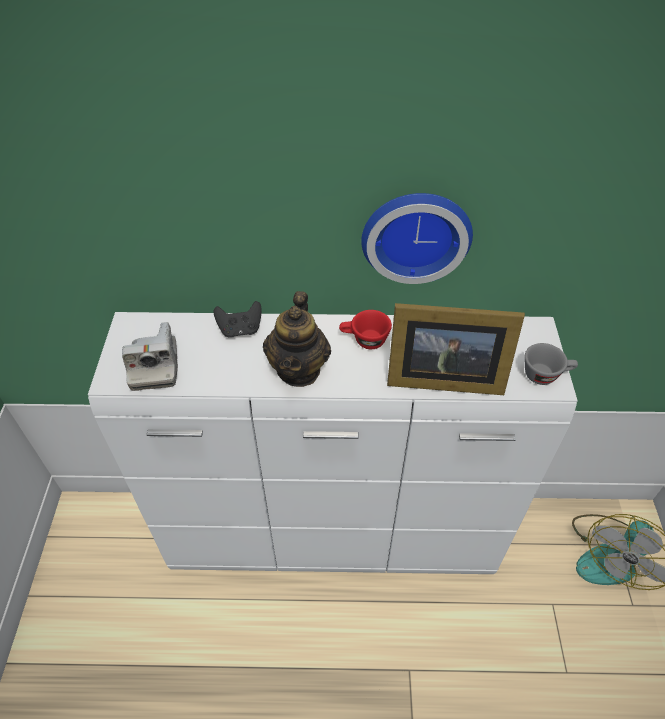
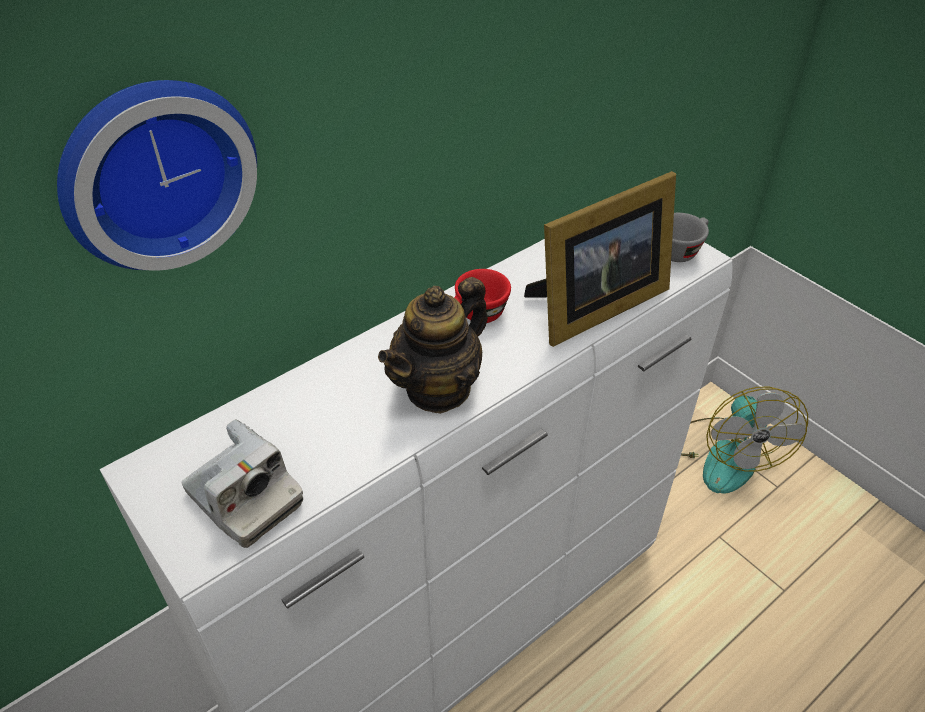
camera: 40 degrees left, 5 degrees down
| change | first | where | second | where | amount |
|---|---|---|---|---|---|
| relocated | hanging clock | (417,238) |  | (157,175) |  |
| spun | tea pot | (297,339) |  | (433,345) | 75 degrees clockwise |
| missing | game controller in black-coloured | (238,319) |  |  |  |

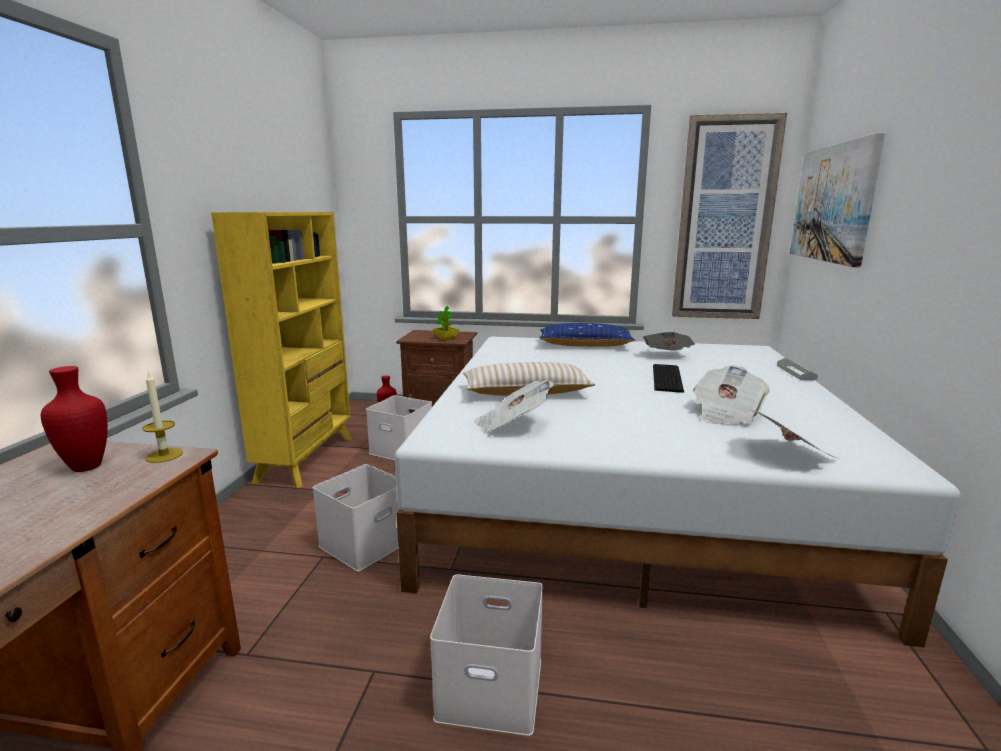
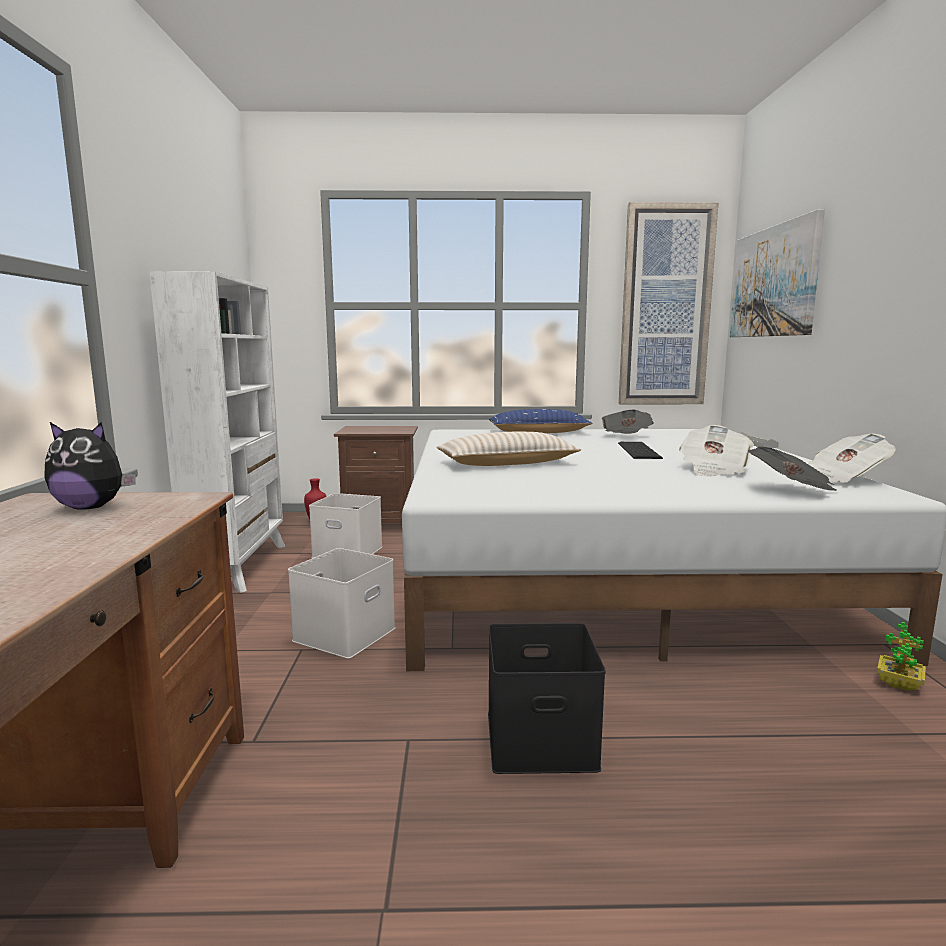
camera: 10 degrees left, 5 degrees down
| change | first | where | second | where | amount |
|---|---|---|---|---|---|
| exchanged | decorative vase in reddish | (74,419) | soft toy | (90,466) |  |
| colour | bookshelf in yellow | (281,350) | bookshelf in white | (217,432) |  |
| colour | storage bin in white | (486,655) | storage bin in black-coloured | (547,698) |  |
| relocated | newspaper | (514,406) |  | (852,458) |  |
| relocated | potted plant | (446,323) |  | (901,656) |  |
| missing | wax candle | (162,417) |  |  |  |

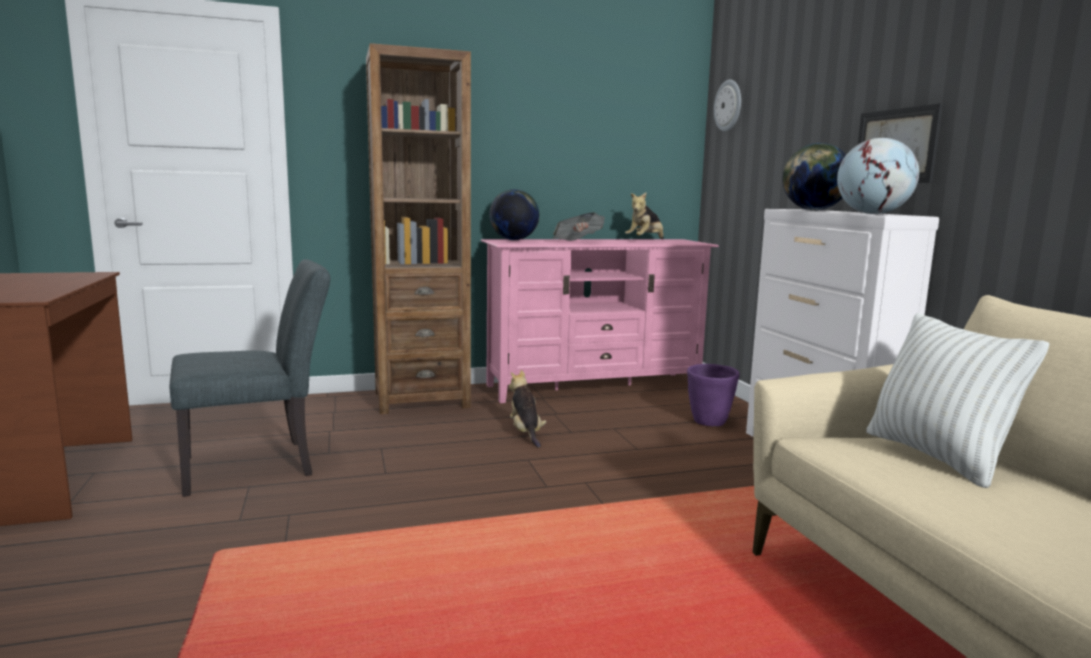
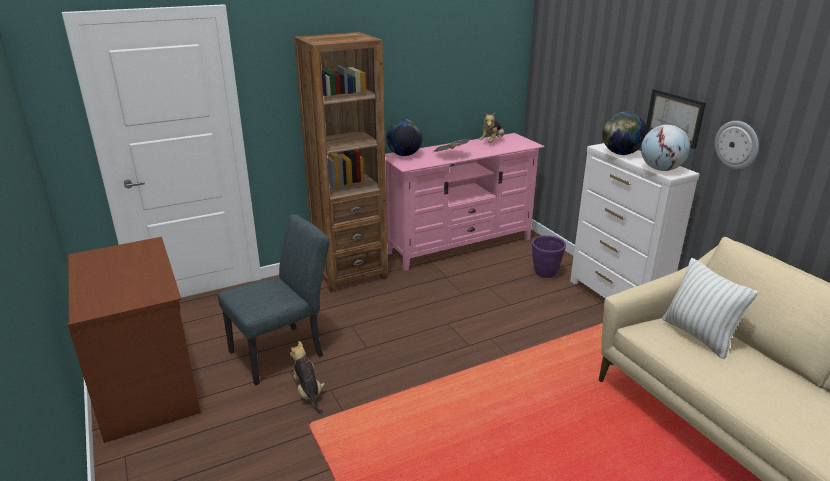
camera: 10 degrees left, 15 degrees up
| change | first | where | second | where | amount |
|---|---|---|---|---|---|
| relocated | soft toy | (527,409) |  | (307,377) |  |
| relocated | hanging clock | (727,105) |  | (736,145) |  |

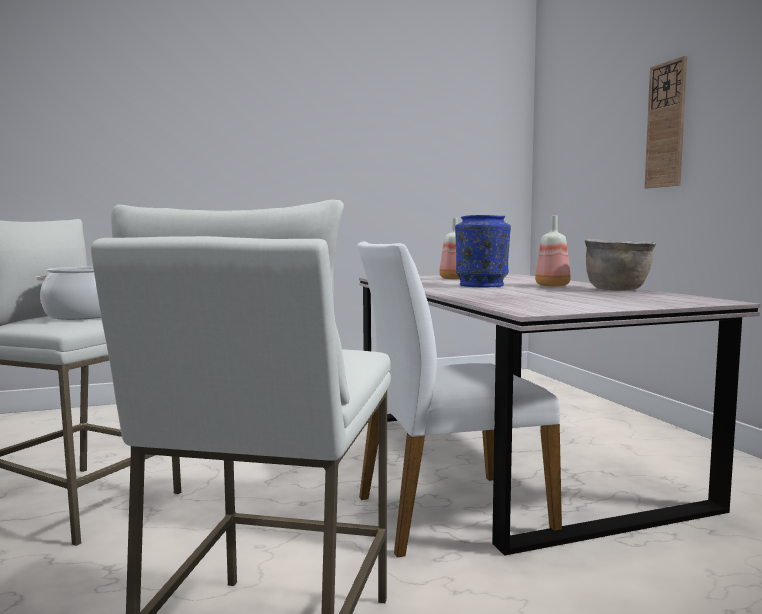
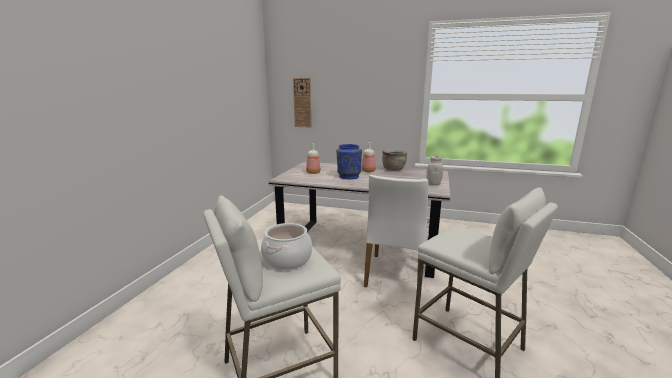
camera: 55 degrees left, 10 degrees up
| change | first | where | second | where | amount |
|---|---|---|---|---|---|
| relocated | hanging clock | (666,122) |  | (302,103) |  |
| appeared |  |  | storage jar in white | (435,171) |  |

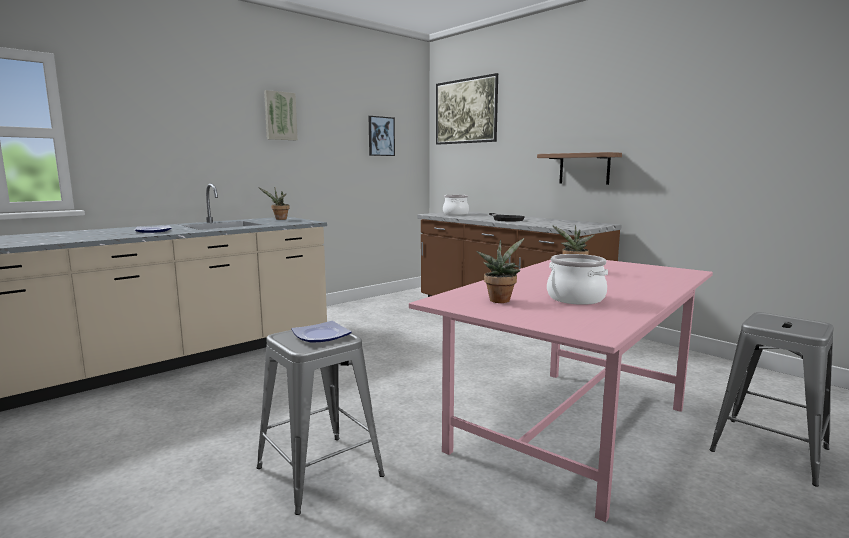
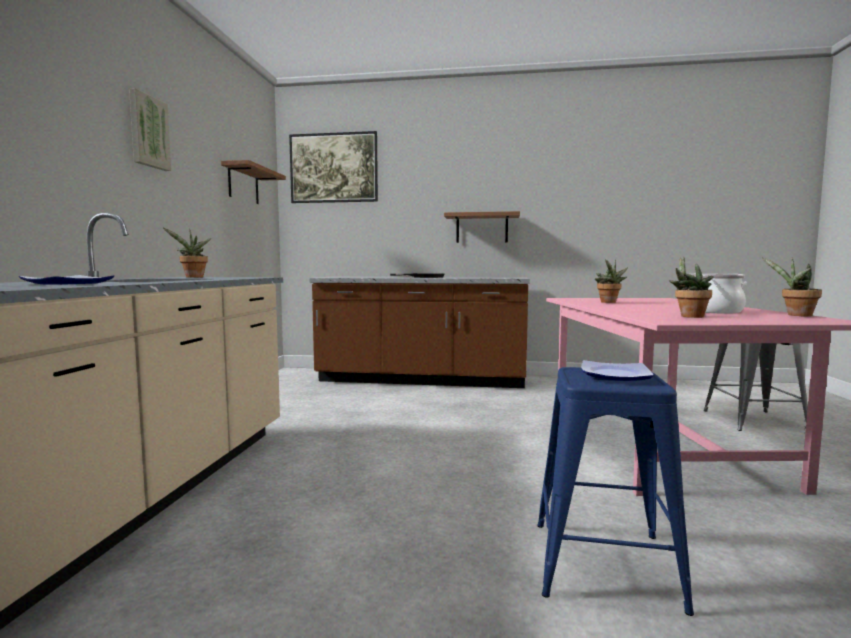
camera: 40 degrees left, 5 degrees down
| change | first | where | second | where | amount |
|---|---|---|---|---|---|
| exchanged | wall art | (382,136) | wall shelf | (253,182) |  |
| colour | stool in grey | (321,422) | stool in blue-coloured | (615,491) |  |
| appeared |  |  | potted plant | (792,287) |  |
| missing | cooking pot | (456,205) |  |  |  |

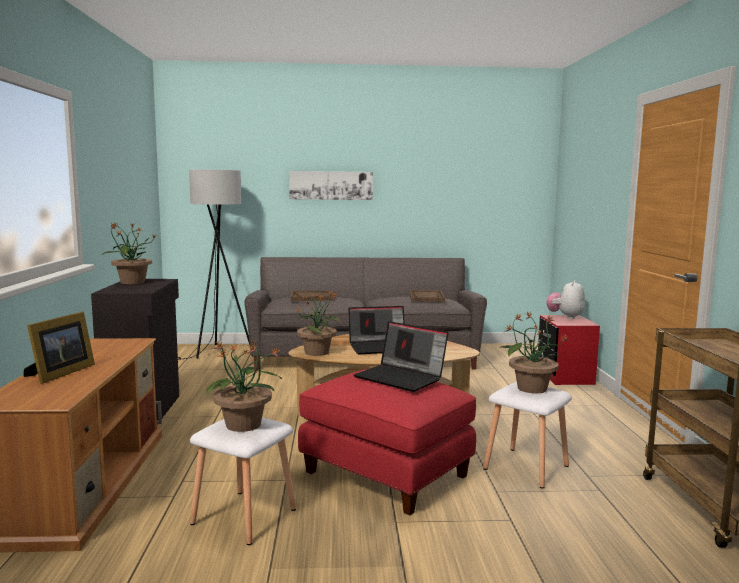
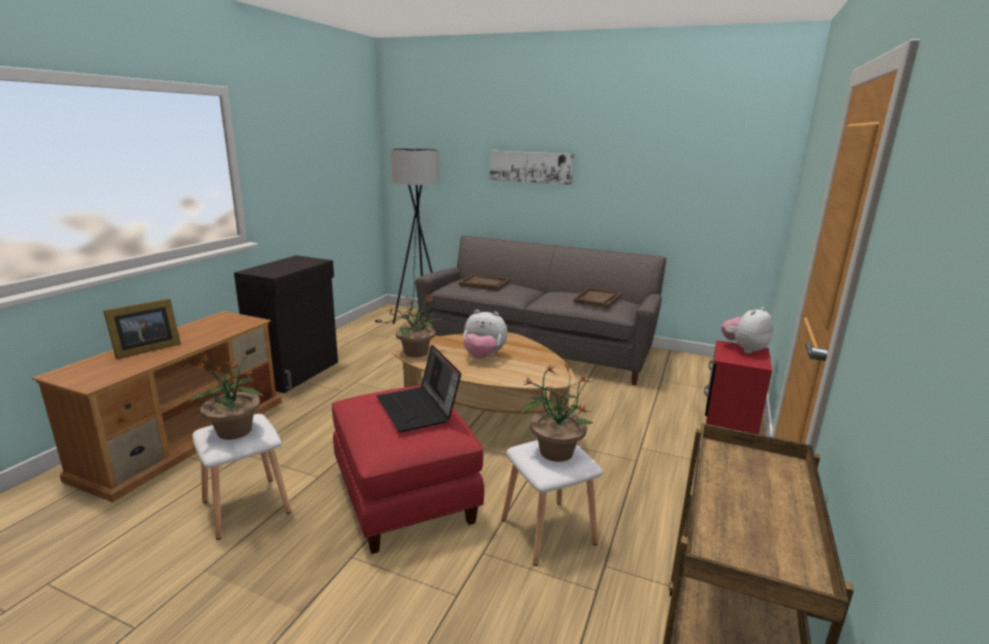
camera: 25 degrees right, 10 degrees up
| change | first | where | second | where | amount |
|---|---|---|---|---|---|
| exchanged | laptop | (376,330) | soft toy | (485,334) |  |
| missing | potted plant | (129,253) |  |  |  |

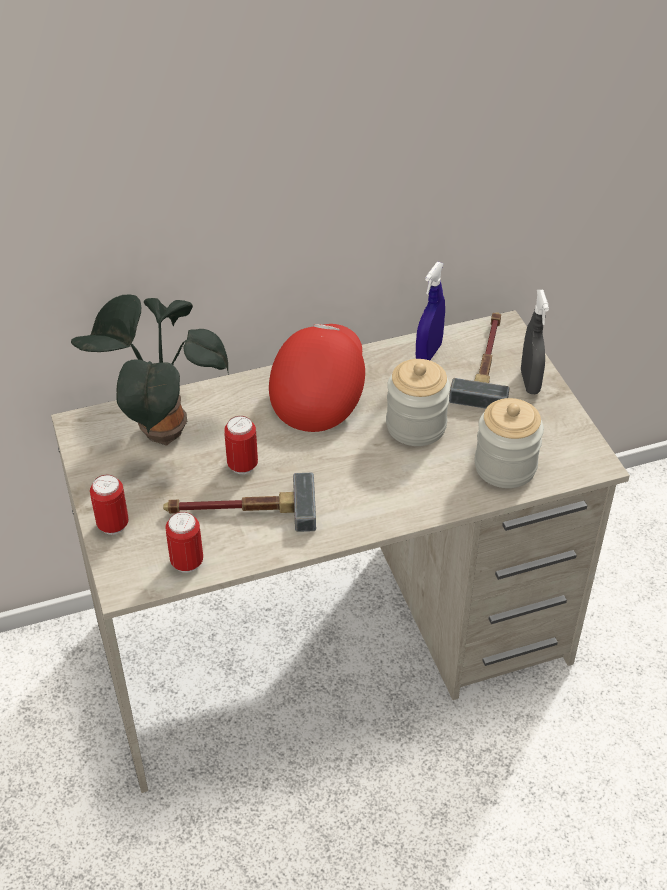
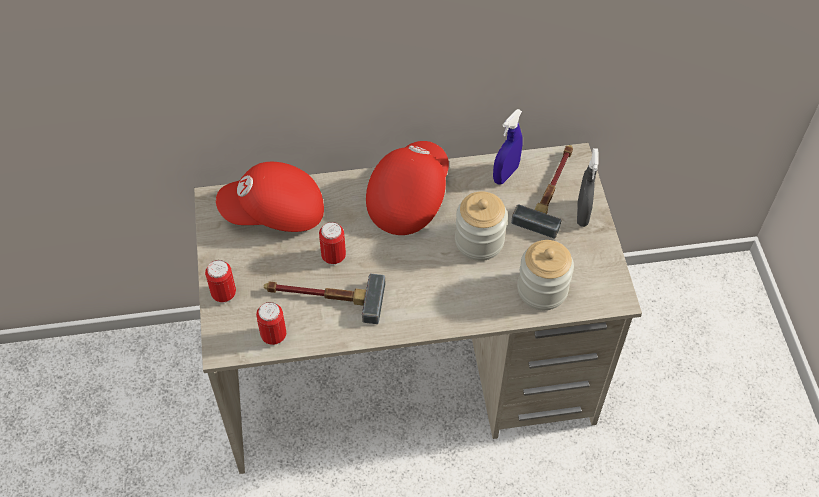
camera: 10 degrees right, 10 degrees up
| change | first | where | second | where | amount |
|---|---|---|---|---|---|
| exchanged | potted plant | (150,370) | peaked cap in reddish | (270,197) |  |

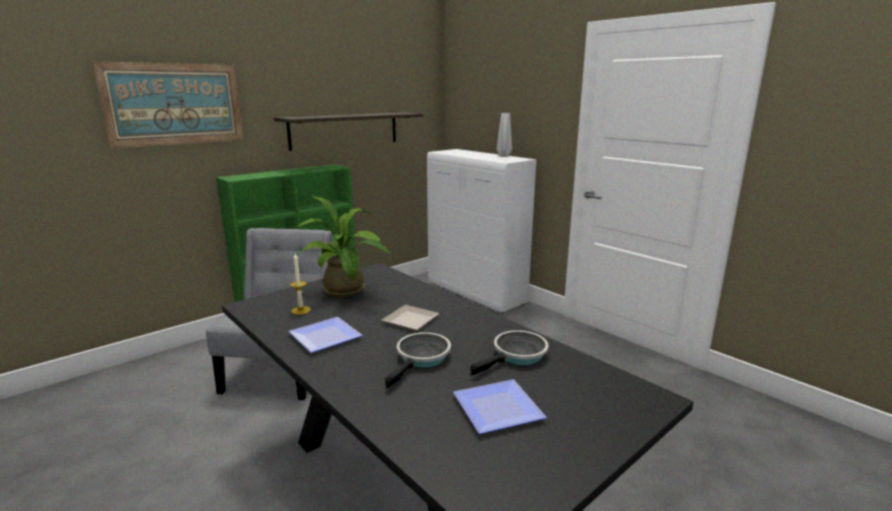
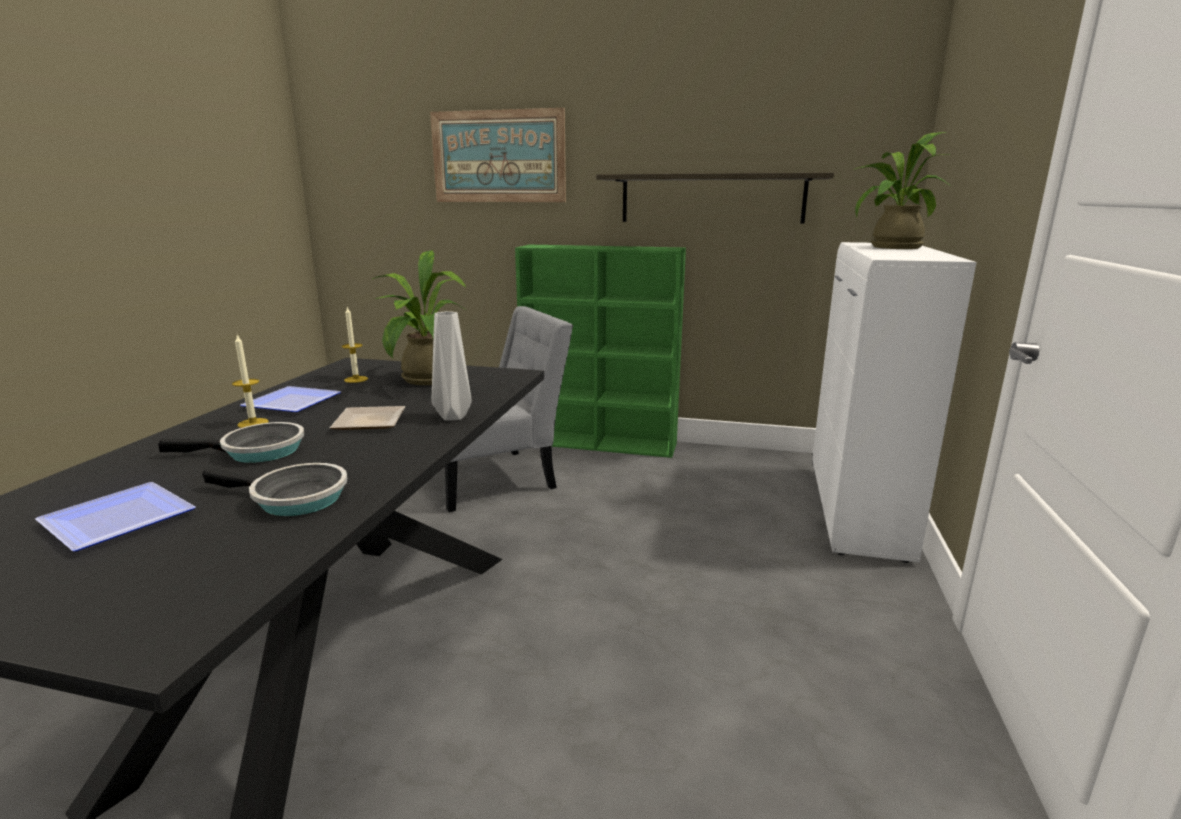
camera: 55 degrees right, 0 degrees up
| change | first | where | second | where | amount |
|---|---|---|---|---|---|
| appeared |  |  | wax candle | (250,381) |  |
| relocated | decorative vase in grey | (504,135) |  | (452,366) |  |
| appeared |  |  | potted plant | (902,190) |  |

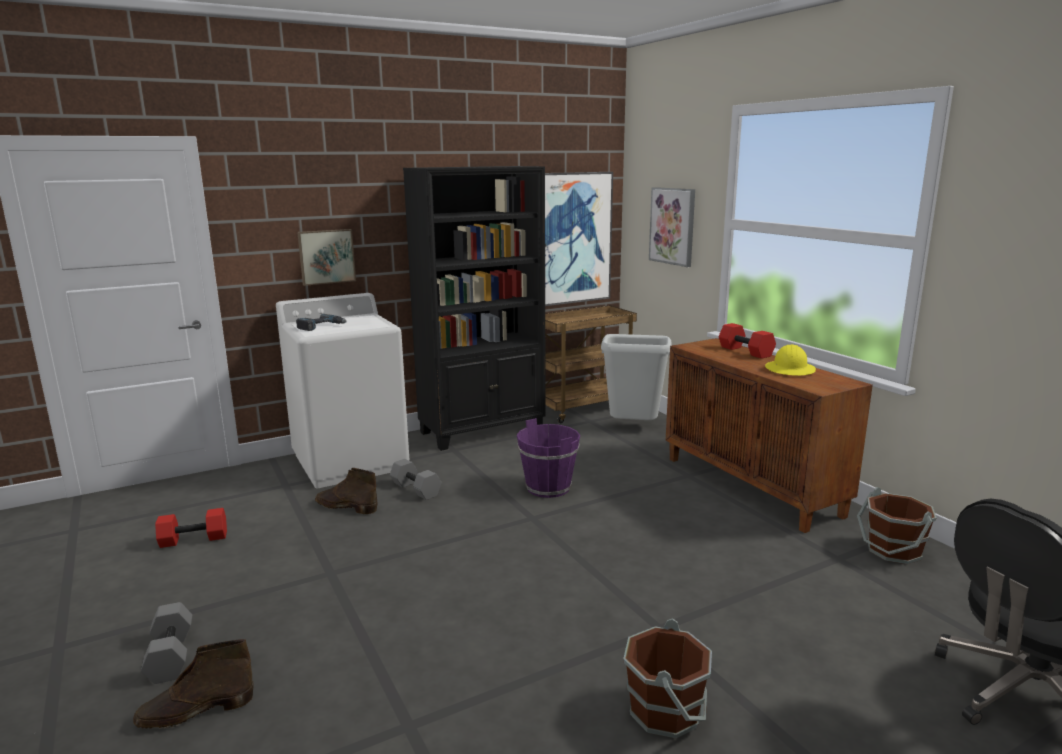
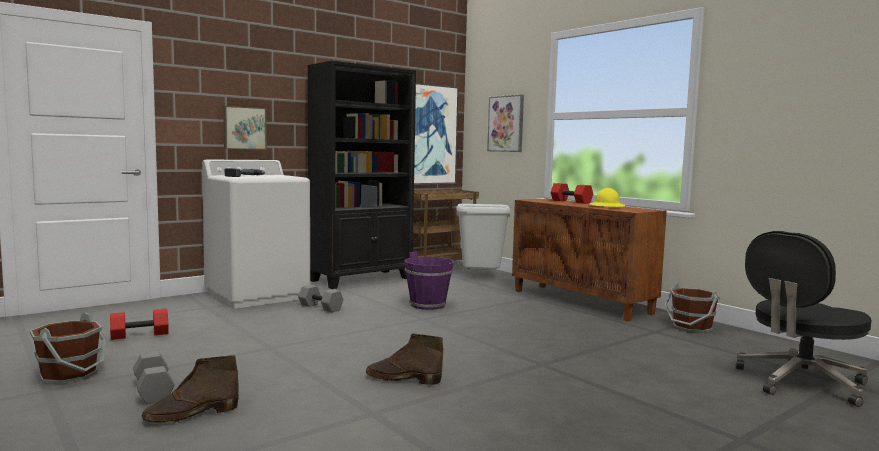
camera: 10 degrees left, 10 degrees down
| change | first | where | second | where | amount |
|---|---|---|---|---|---|
| relocated | bucket in brownish | (667,678) |  | (68,348) |  |
| relocated | boot in brownish | (346,491) |  | (404,359) |  |

